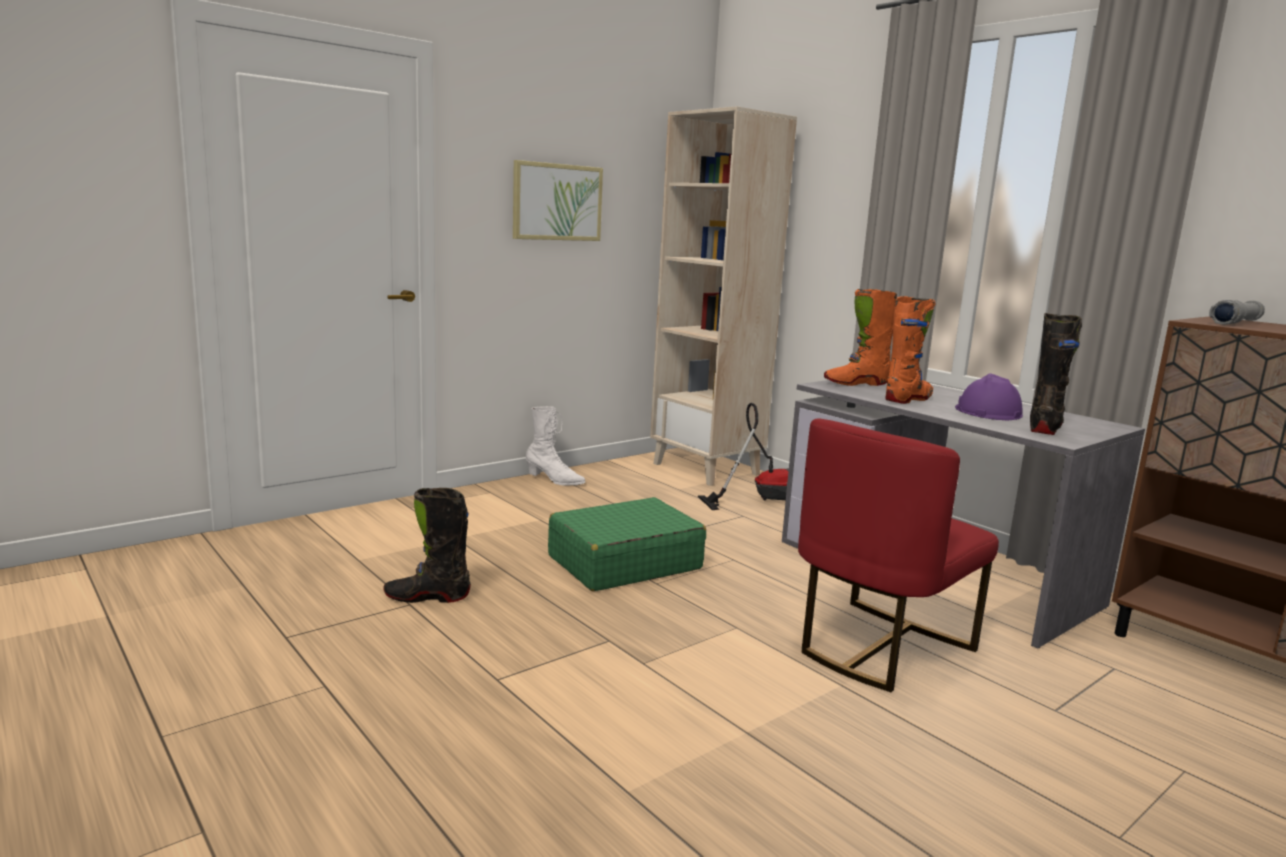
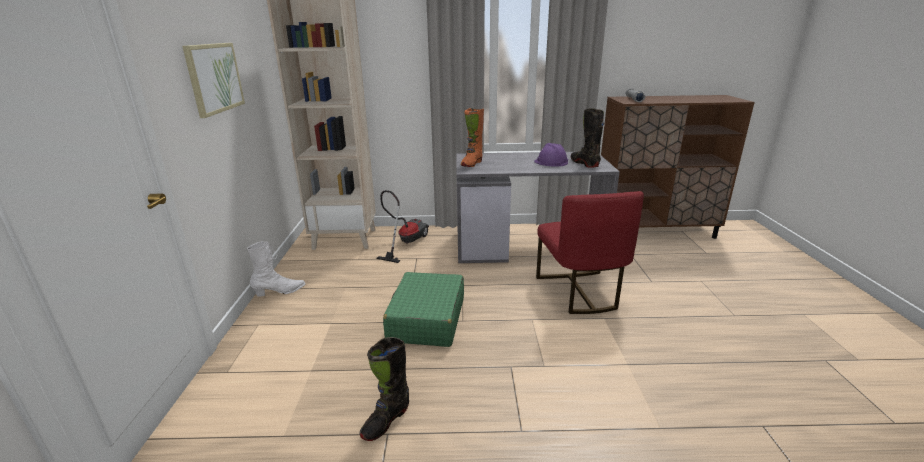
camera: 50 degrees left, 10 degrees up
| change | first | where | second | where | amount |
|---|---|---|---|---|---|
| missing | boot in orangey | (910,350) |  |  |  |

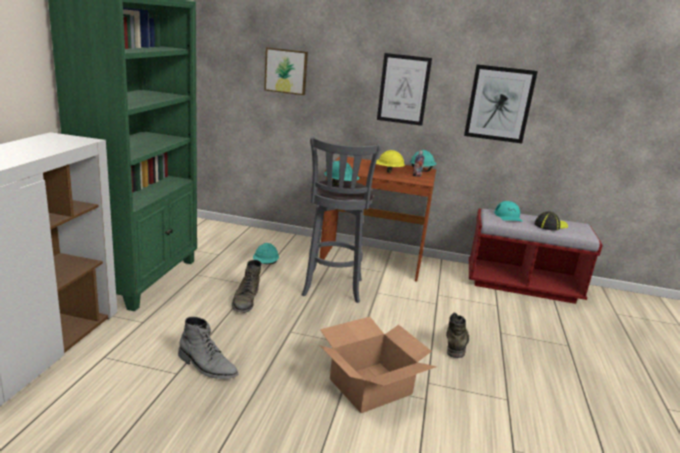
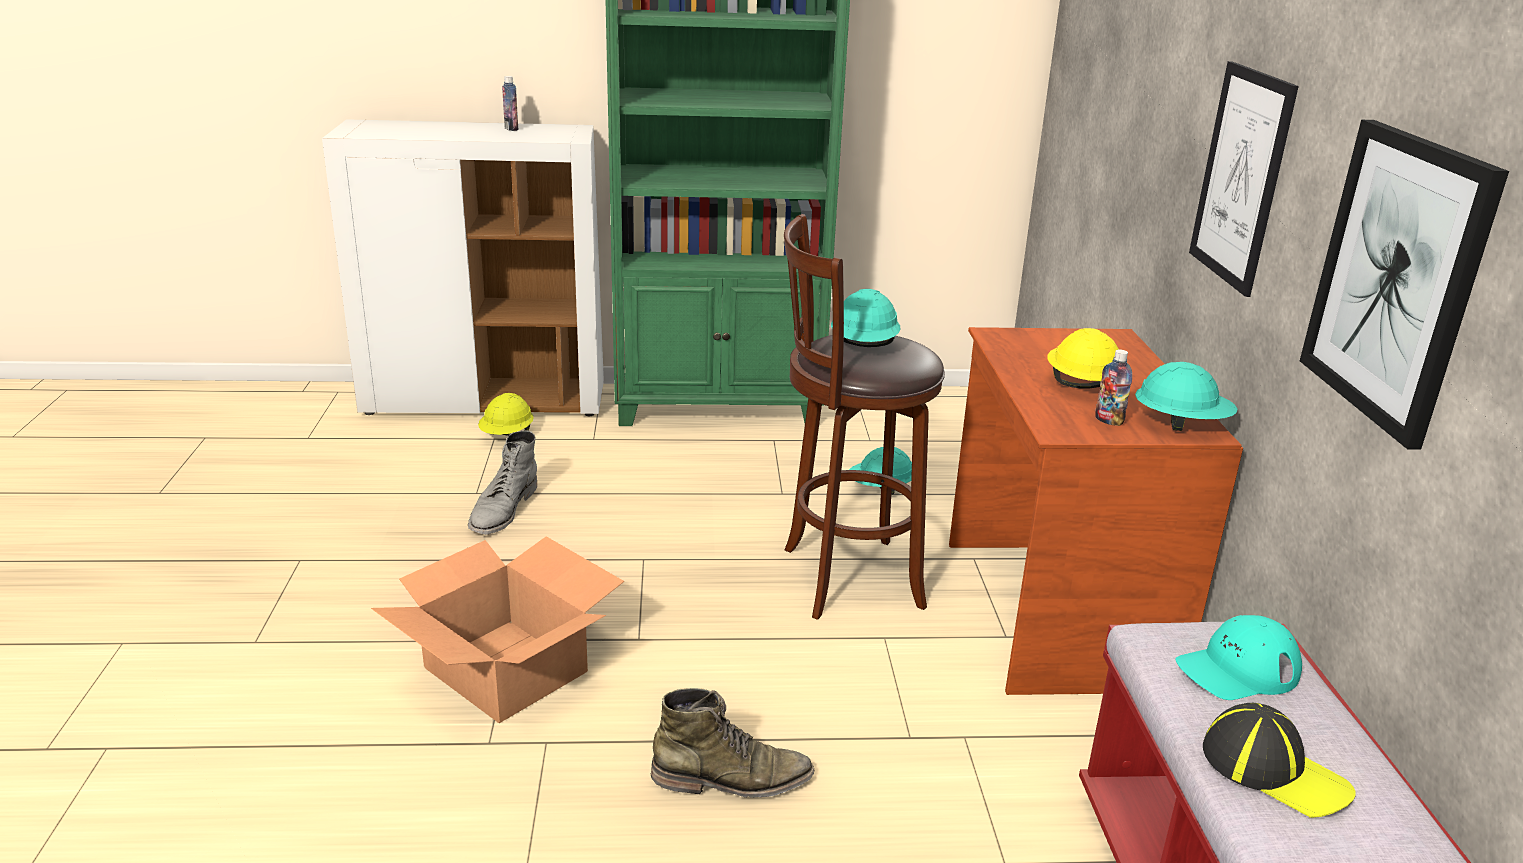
camera: 75 degrees right, 5 degrees up
| change | first | where | second | where | amount |
|---|---|---|---|---|---|
| appeared |  |  | safety helmet in yellow | (506,414) |  |
| appeared |  |  | beverage bottle | (510,103) |  |
| colour | stool in grey | (341,220) | stool in brownish | (864,417) |  |
| missing | boot in green | (247,286) |  |  |  |
| missing | wall art | (286,71) |  |  |  |

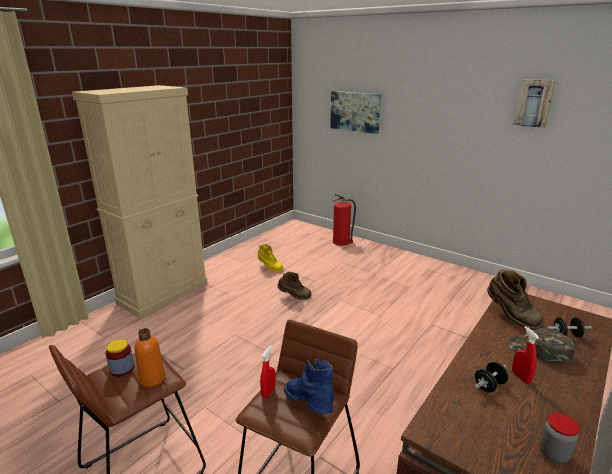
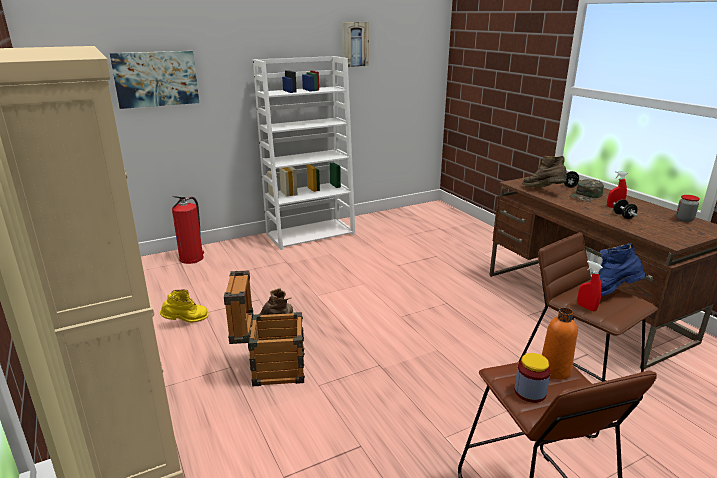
camera: 65 degrees left, 0 degrees up
| change | first | where | second | where | amount |
|---|---|---|---|---|---|
| appeared |  |  | crate | (264,328) |  |
| appeared |  |  | bookshelf in white | (304,153) |  |
| spun | boot in brownish | (515,299) |  | (544,171) | 120 degrees counterclockwise |

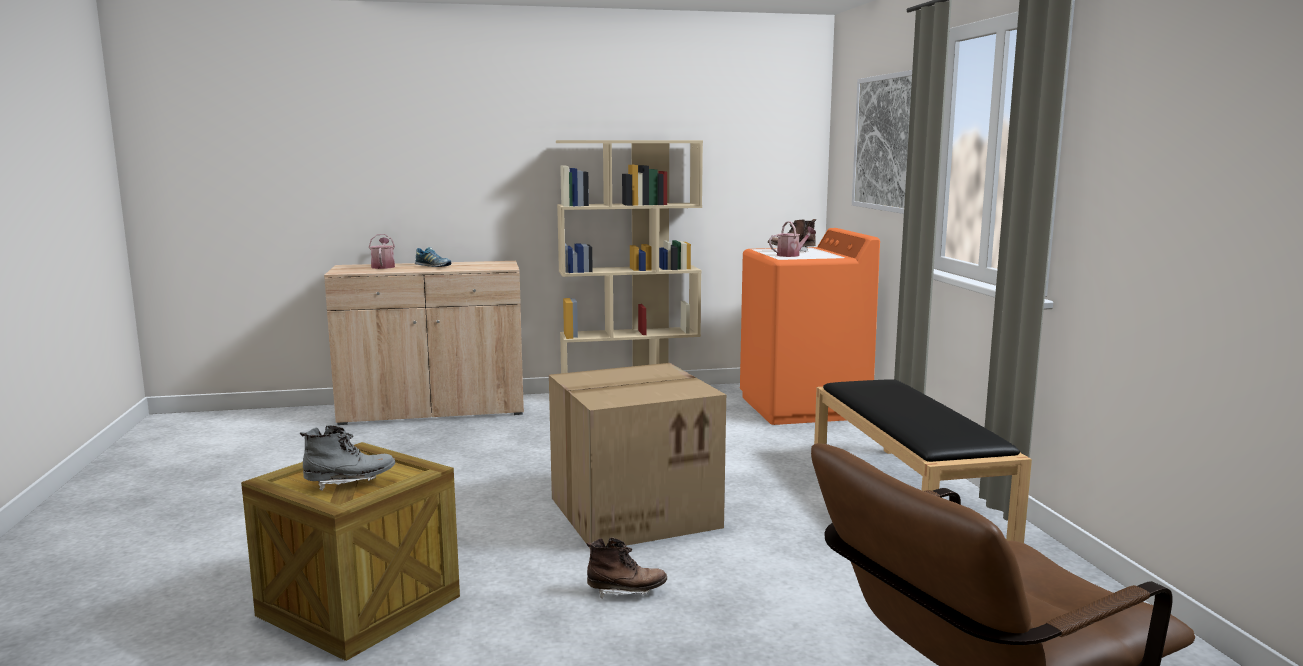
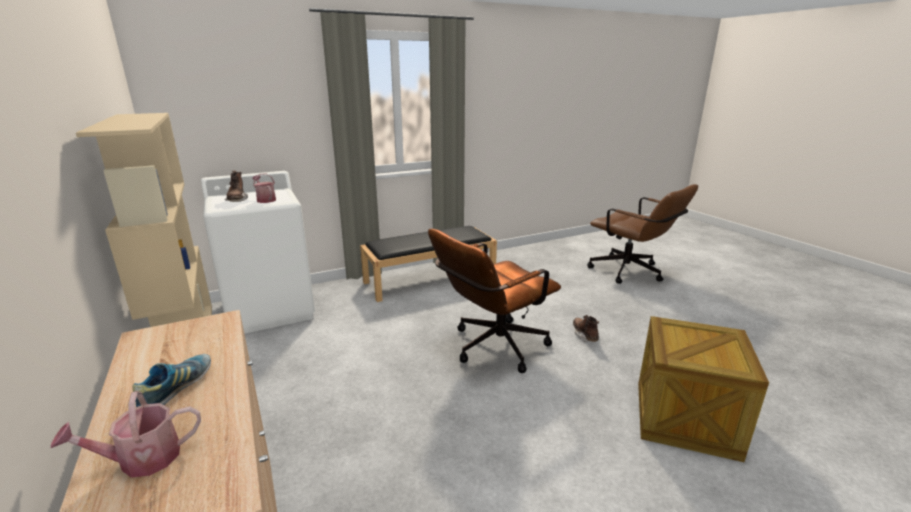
camera: 105 degrees left, 10 degrees up
| change | first | where | second | where | amount |
|---|---|---|---|---|---|
| colour | washing machine in orangey | (810,326) | washing machine in white | (258,252) |  |
| exchanged | cardboard box | (637,455) | computer chair in brownish | (494,301) |  |
| missing | boot in grey | (347,458) |  |  |  |
| missing | wall art | (882,142) |  |  |  |

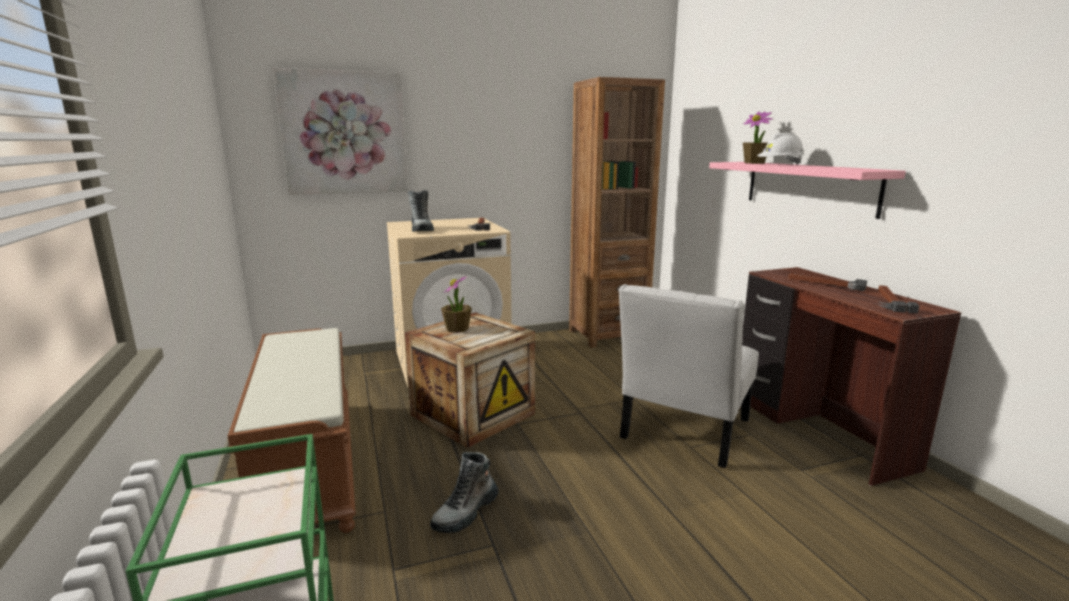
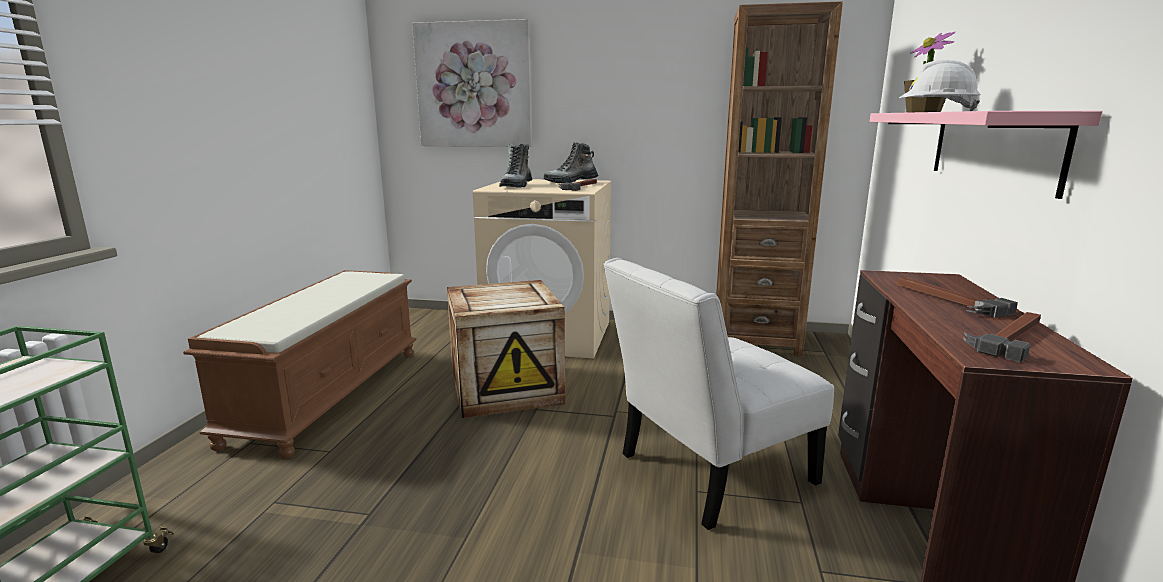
camera: 30 degrees right, 0 degrees up
| change | first | where | second | where | amount |
|---|---|---|---|---|---|
| relocated | boot | (464,492) |  | (571,162) |  |
| missing | potted plant | (456,304) |  |  |  |

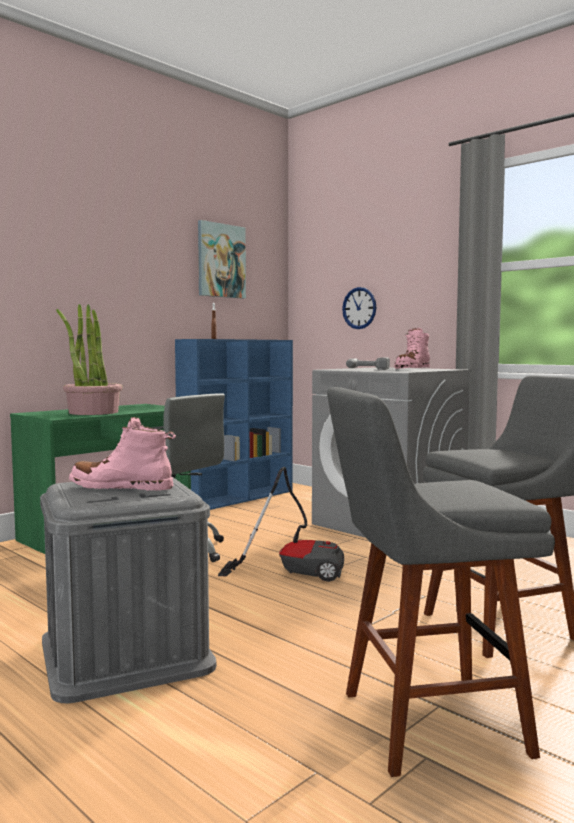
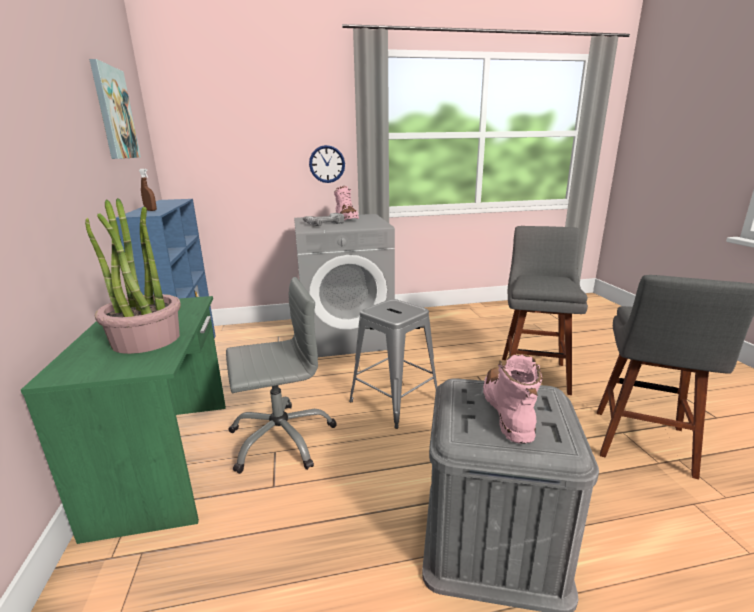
camera: 55 degrees left, 15 degrees up
| change | first | where | second | where | amount |
|---|---|---|---|---|---|
| relocated | hanging clock | (359,308) |  | (327,164) |  |
| exchanged | vacuum cleaner | (281,524) | stool in grey | (393,364) |  |
| spun | boot in pink | (122,454) |  | (512,399) | 135 degrees clockwise |

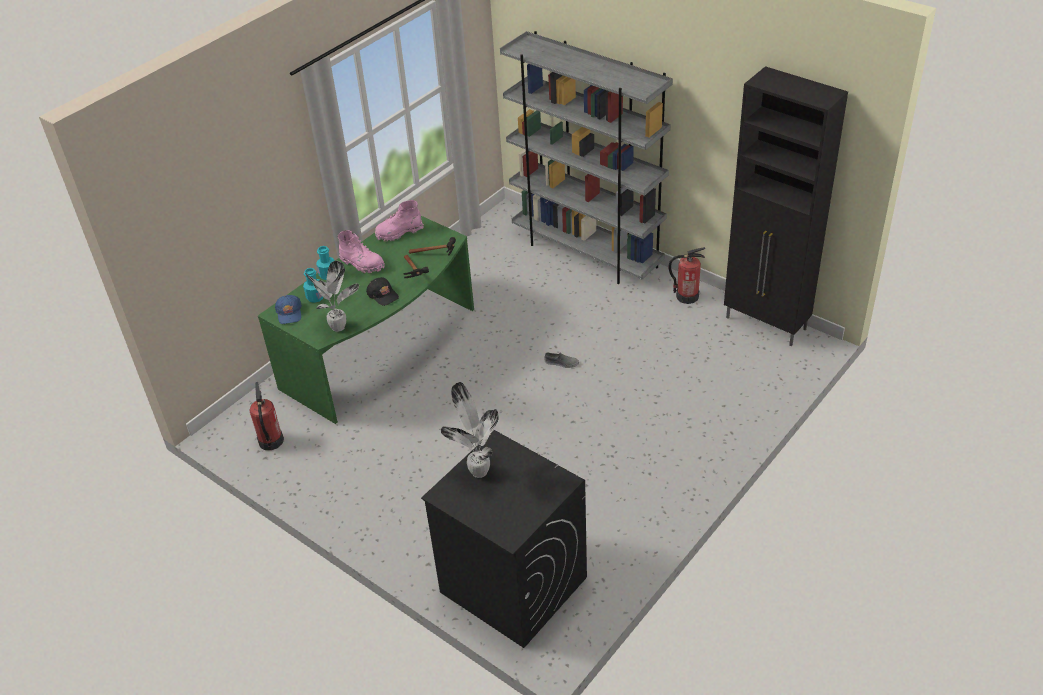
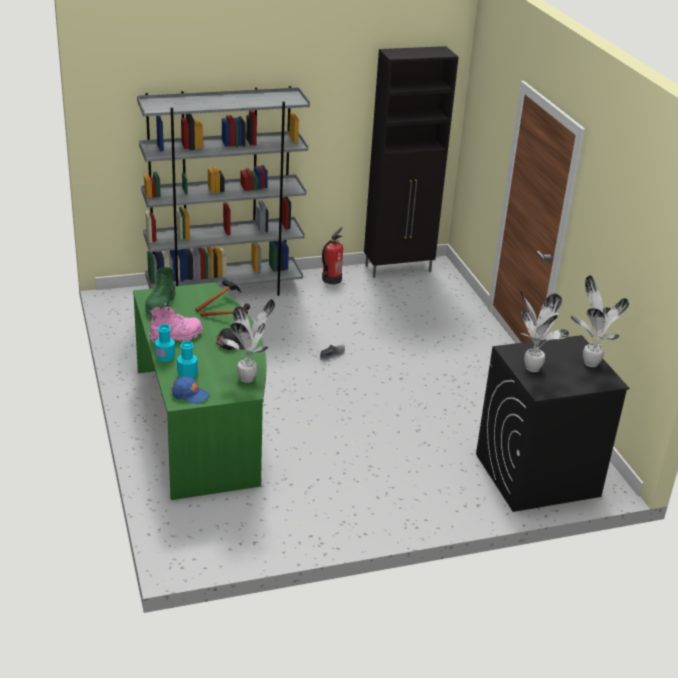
camera: 60 degrees left, 10 degrees down
| change | first | where | second | where | amount |
|---|---|---|---|---|---|
| colour | boot in pink | (399,220) | boot in green | (160,291) |  |
| appeared |  |  | potted plant | (599,321) |  |
| missing | fire-fighting cylinder | (266,416) |  |  |  |

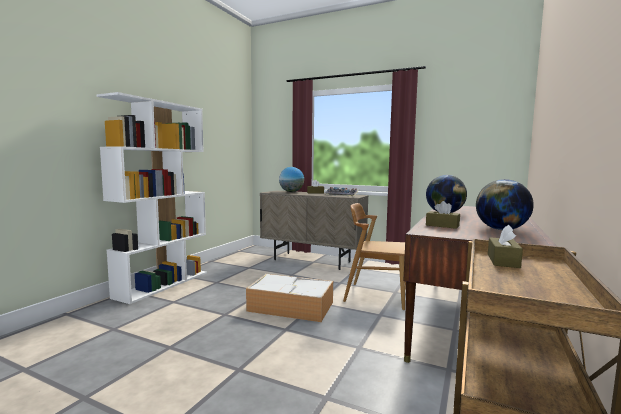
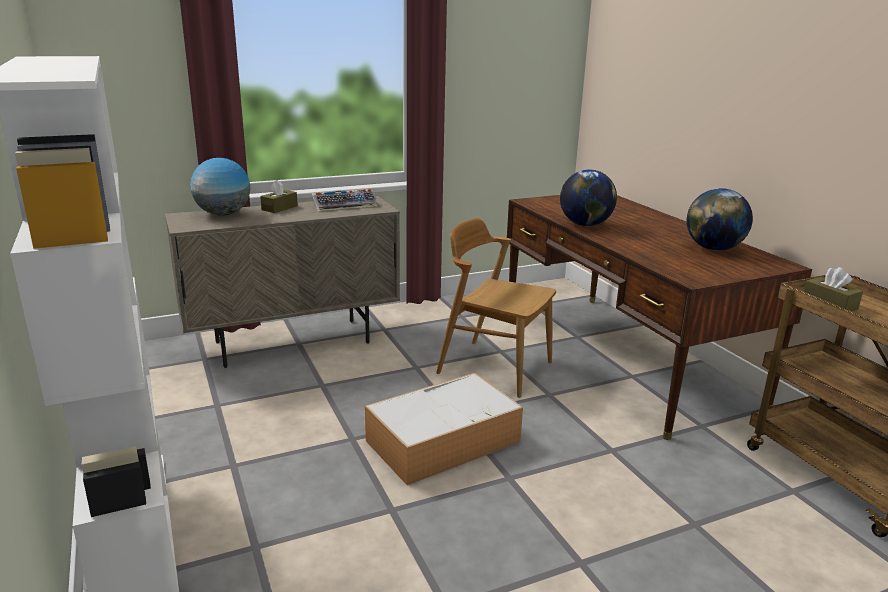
camera: 50 degrees left, 15 degrees up
| change | first | where | second | where | amount |
|---|---|---|---|---|---|
| spun | plain chair in brownish | (374,256) |  | (496,308) | 60 degrees clockwise |
| missing | box of tissues in brownish | (443,215) |  |  |  |

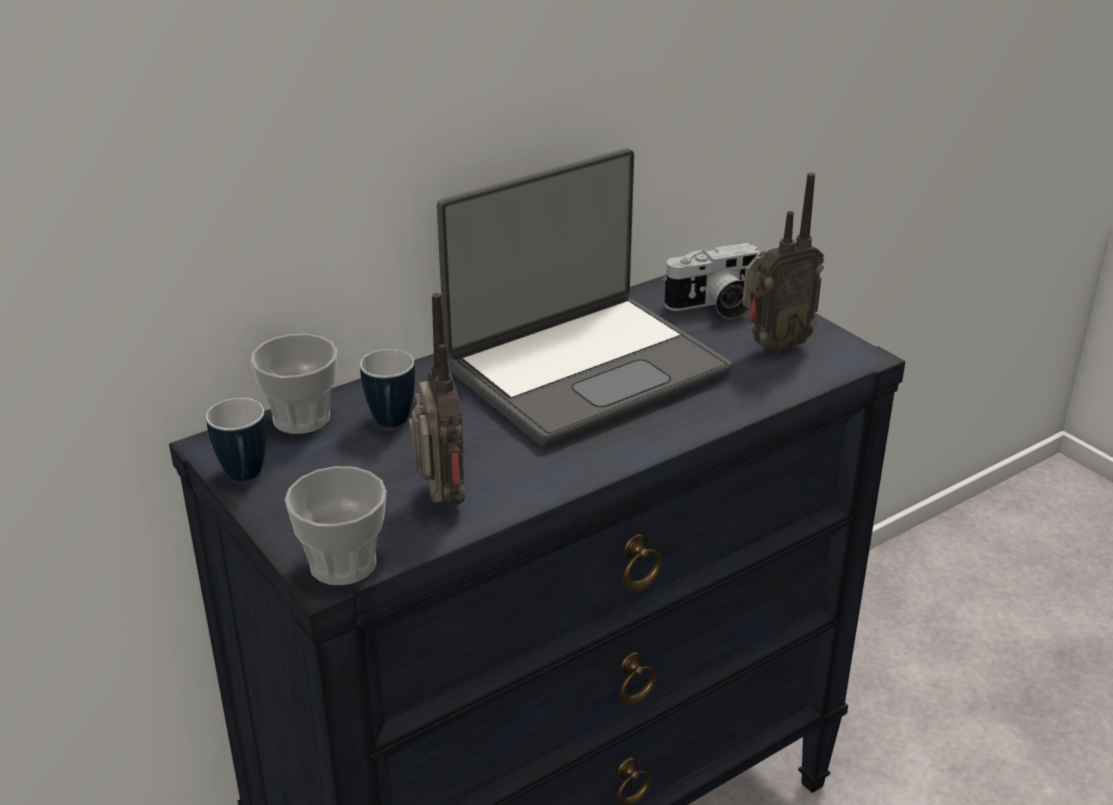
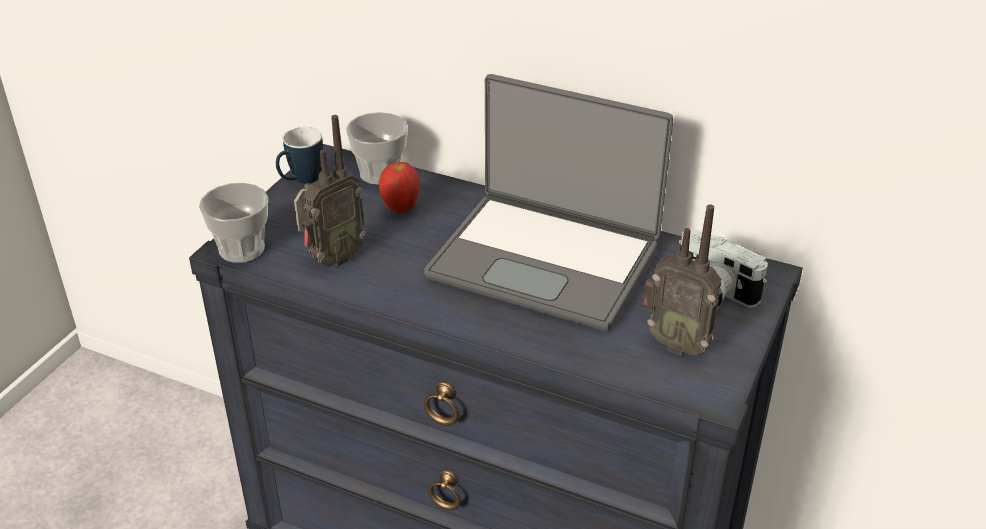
camera: 60 degrees right, 5 degrees up
| change | first | where | second | where | amount |
|---|---|---|---|---|---|
| exchanged | tea mug | (387,388) | apple fruit | (399,187) |  |

